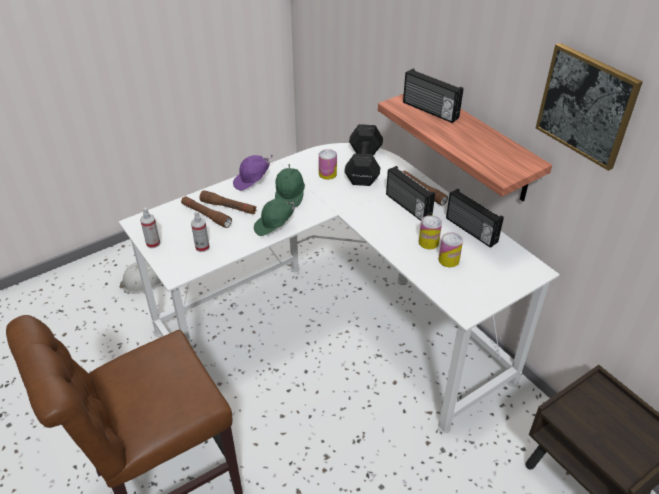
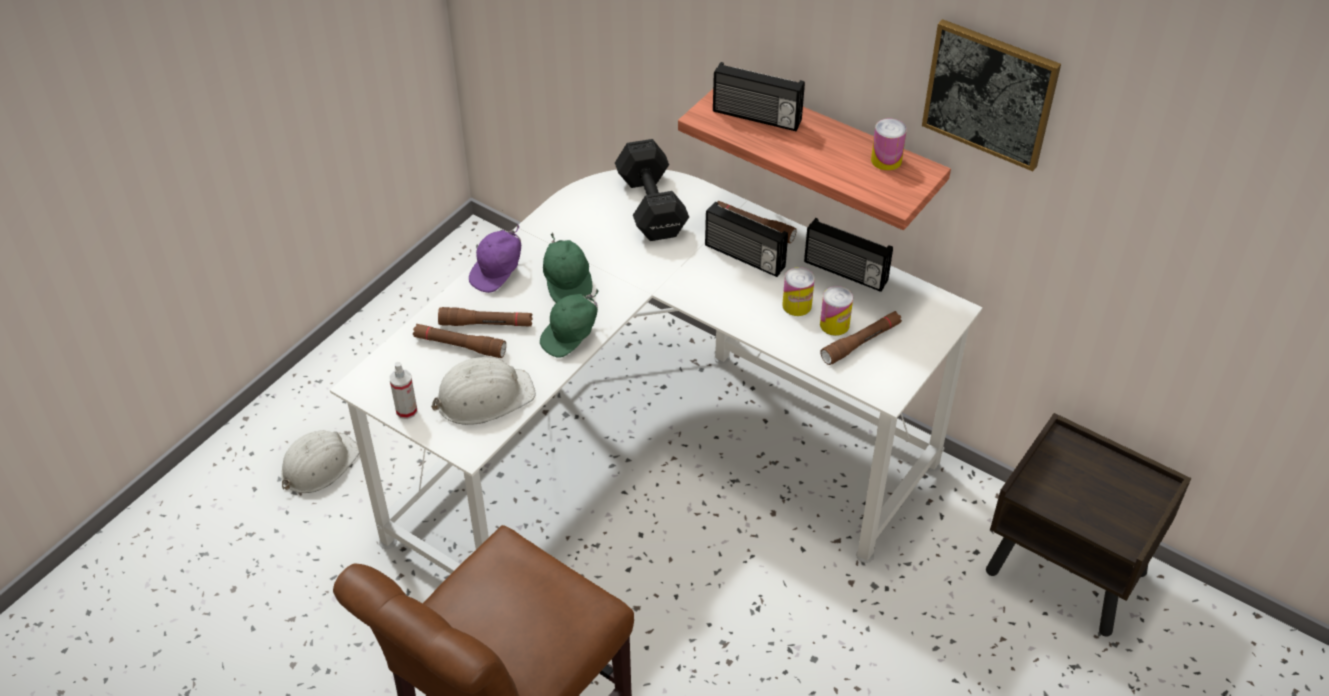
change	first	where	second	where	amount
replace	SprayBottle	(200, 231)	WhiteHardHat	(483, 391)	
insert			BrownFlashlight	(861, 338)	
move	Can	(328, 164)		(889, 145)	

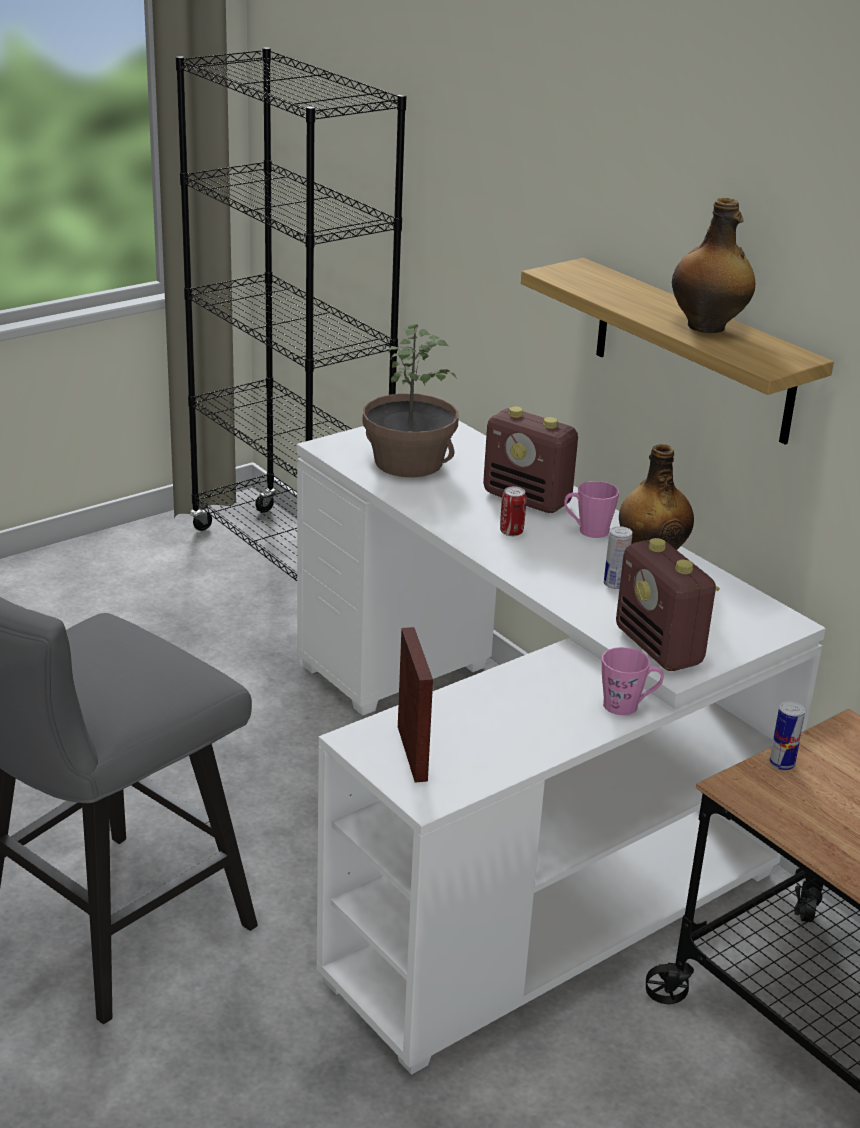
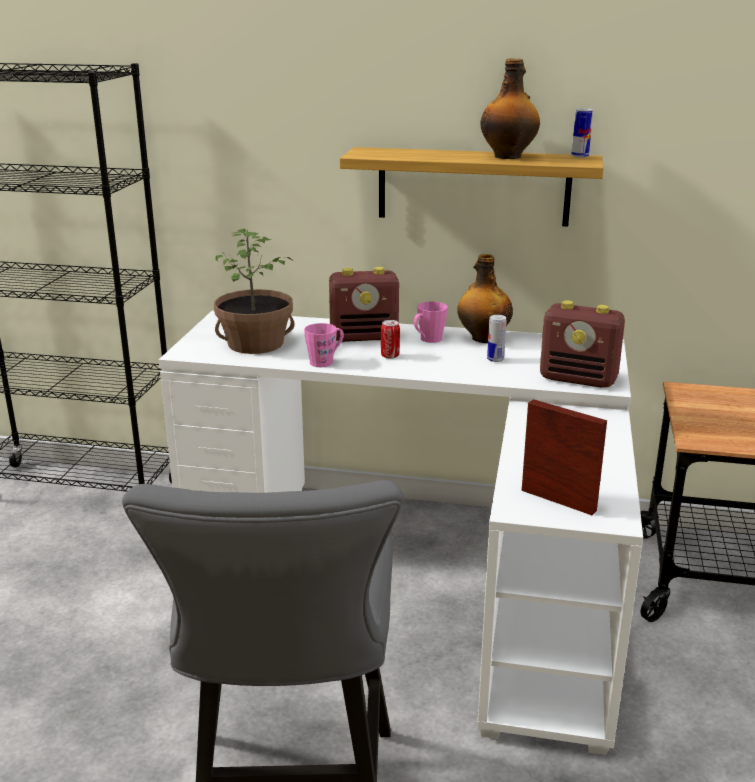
change	first	where	second	where	amount
move	PinkMug	(633, 681)		(324, 345)	
move	Can	(787, 735)		(582, 133)	

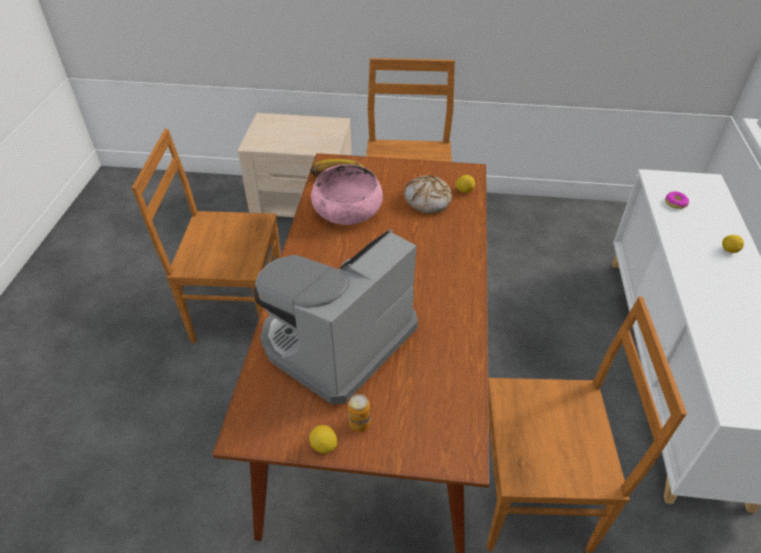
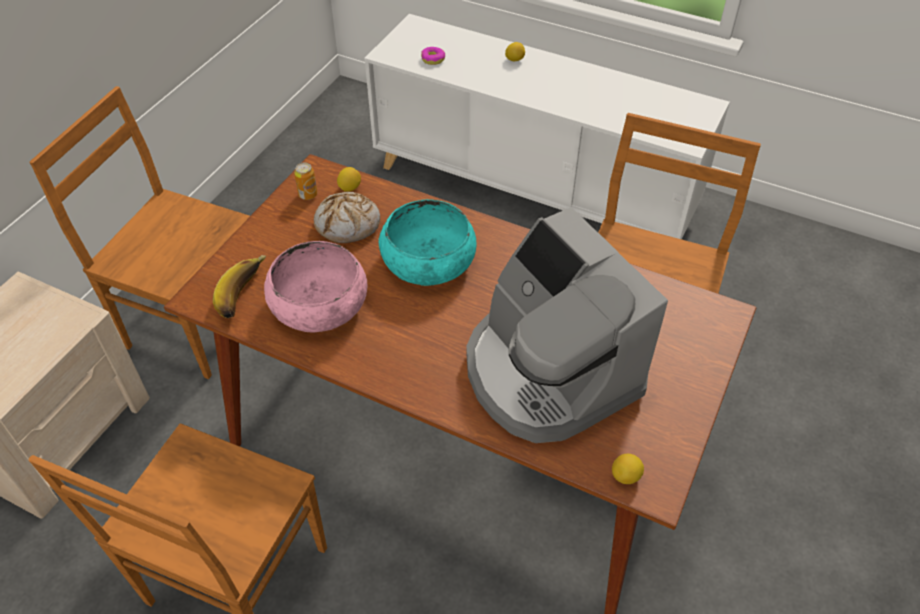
change	first	where	second	where	amount
move	Can	(359, 413)		(306, 181)	
insert			TurquoiseBowl	(427, 242)	
move	Lemon	(323, 439)		(628, 469)	

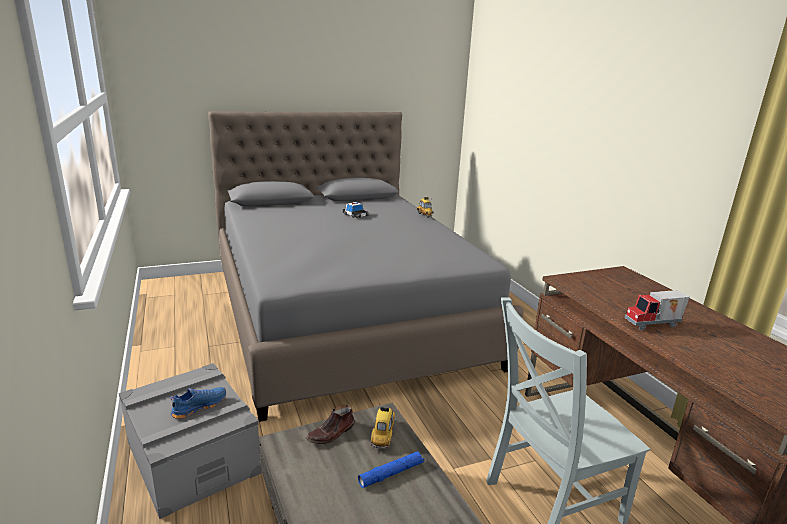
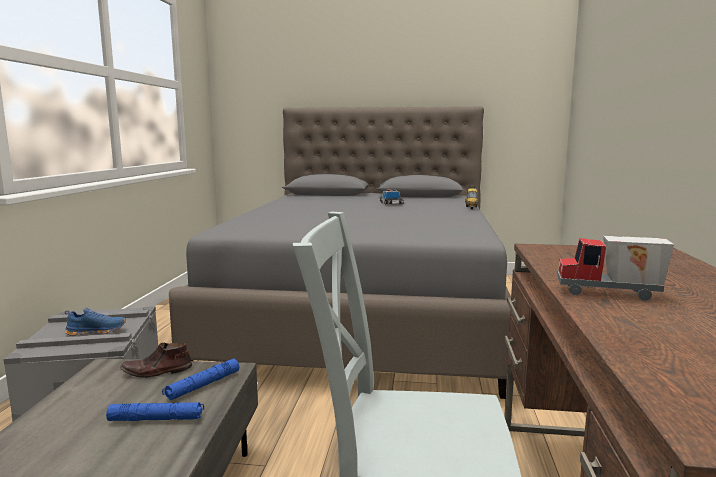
change	first	where	second	where	amount
replace	ToyCar	(383, 427)	BlueFlashlight	(200, 379)	

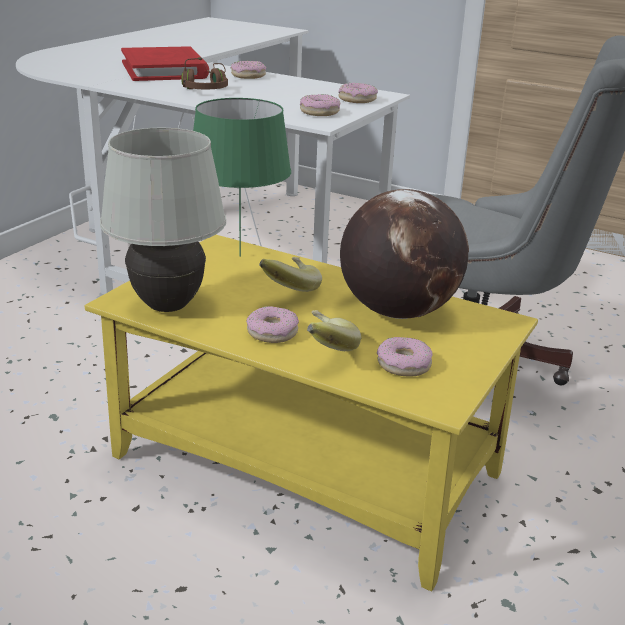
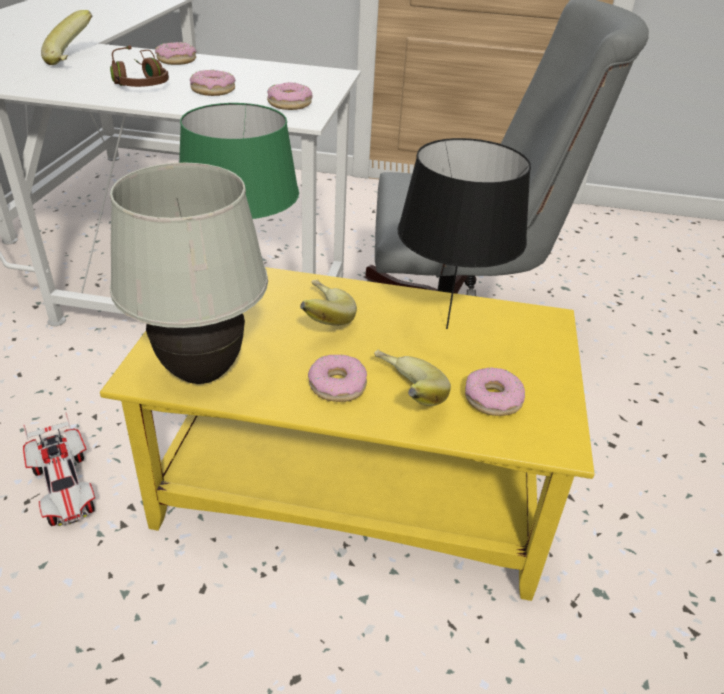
change	first	where	second	where	amount
insert			ToyCar	(59, 469)	
replace	RedBook	(165, 63)	Banana	(66, 37)	
move	Donut	(358, 93)		(213, 83)	
replace	Globe	(404, 254)	BlackTableLamp	(464, 233)	

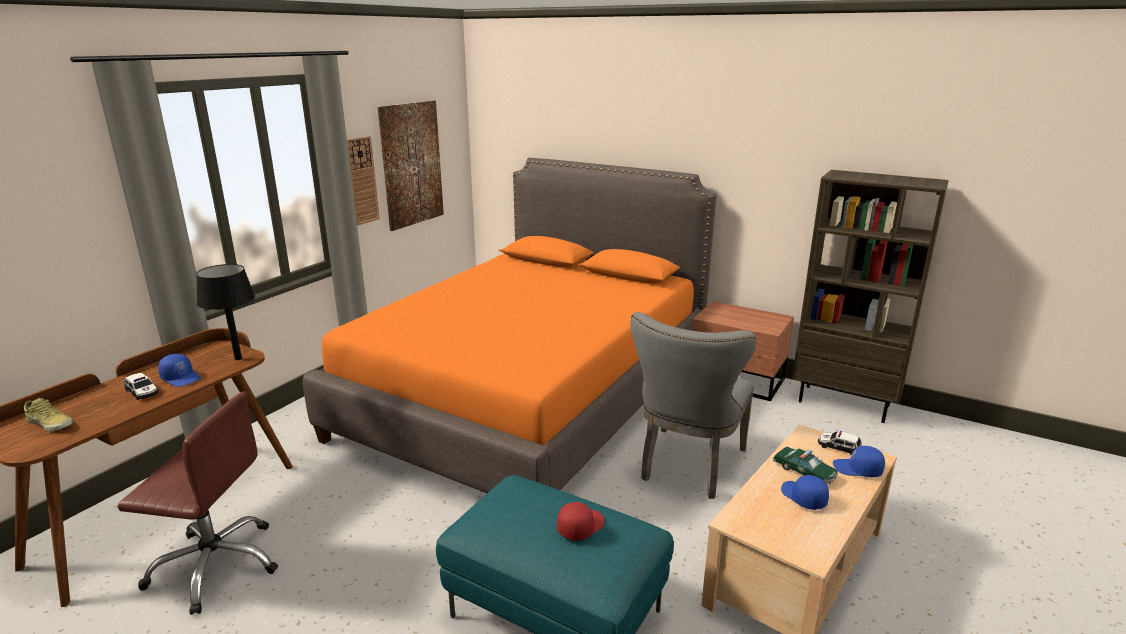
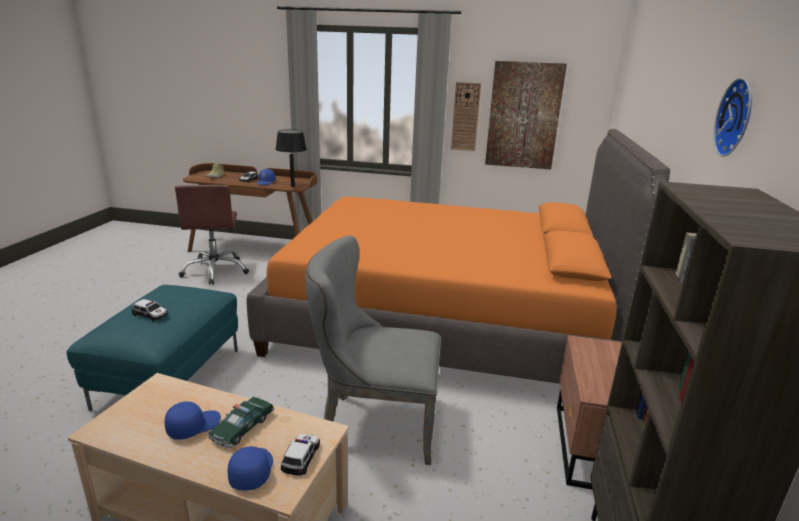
change	first	where	second	where	amount
replace	RedCap	(580, 521)	ToyCar	(150, 310)	
insert			WallClock	(732, 117)	

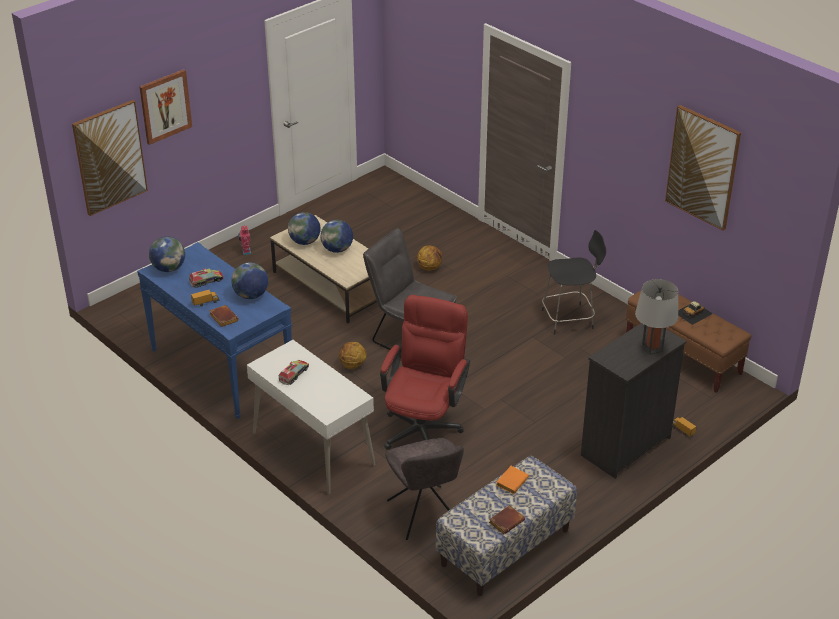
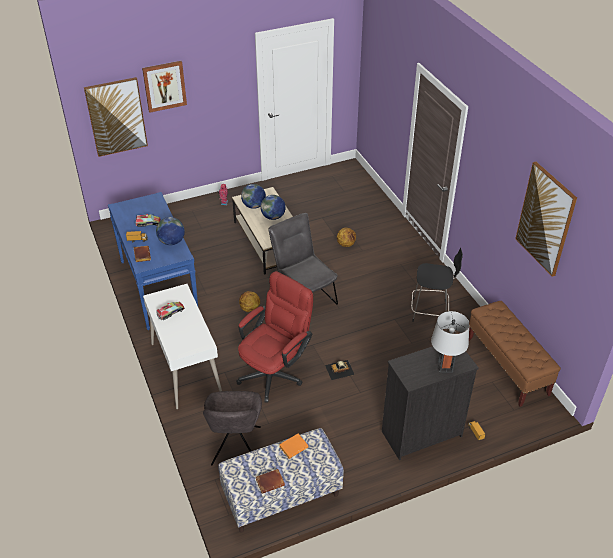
change	first	where	second	where	amount
move	ToyCar	(695, 313)		(340, 370)	
delete	Globe	(167, 254)			

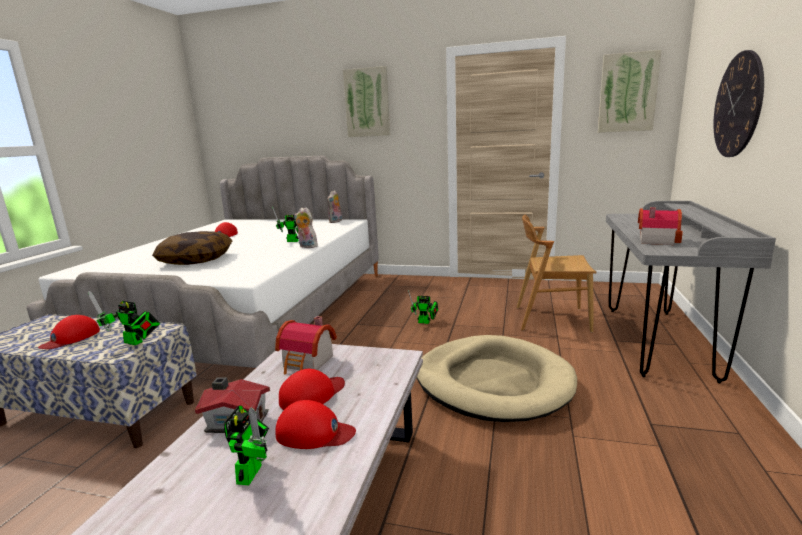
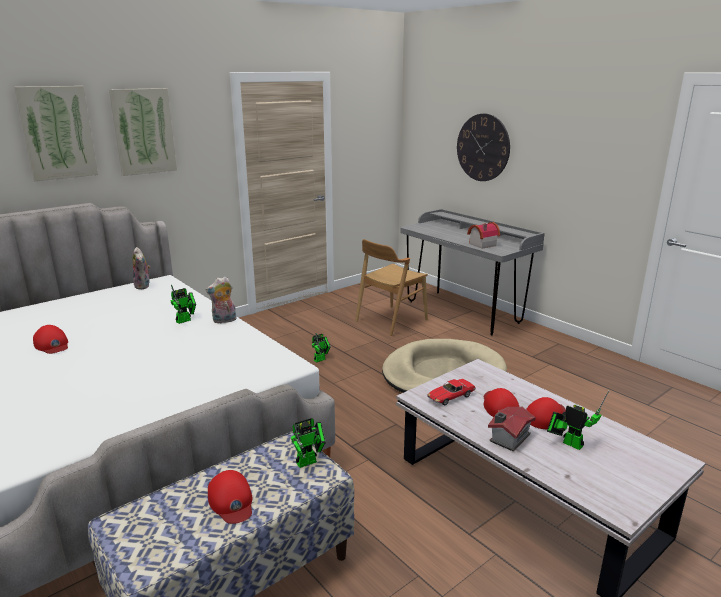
change	first	where	second	where	amount
move	Picture	(629, 91)		(56, 133)	
replace	ToyHouse	(306, 345)	ToyCar	(451, 392)	
delete	Pillow	(192, 248)			

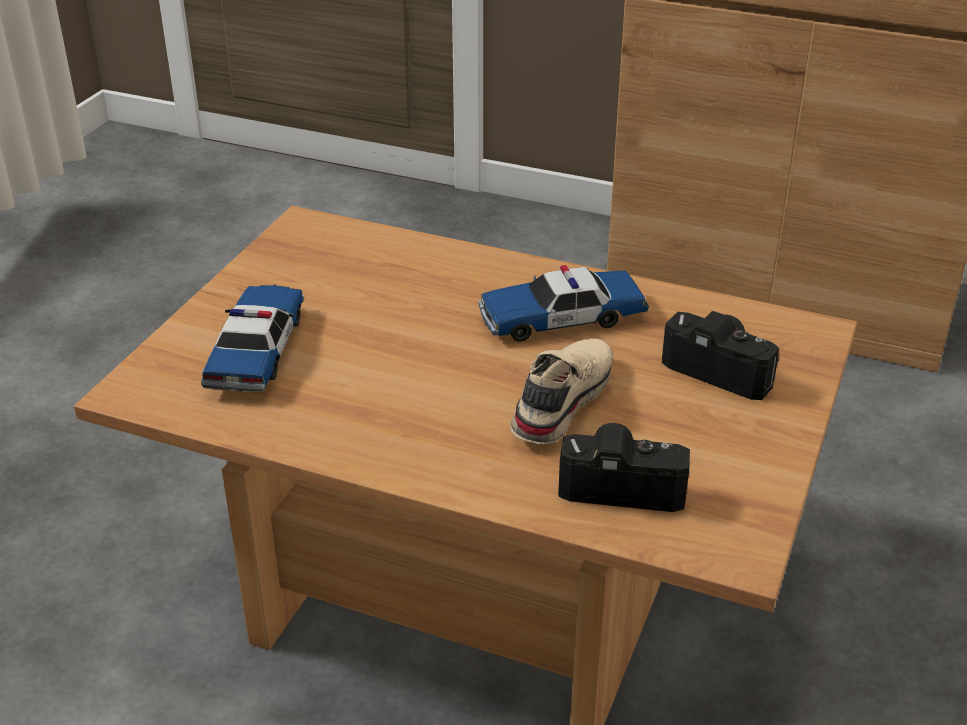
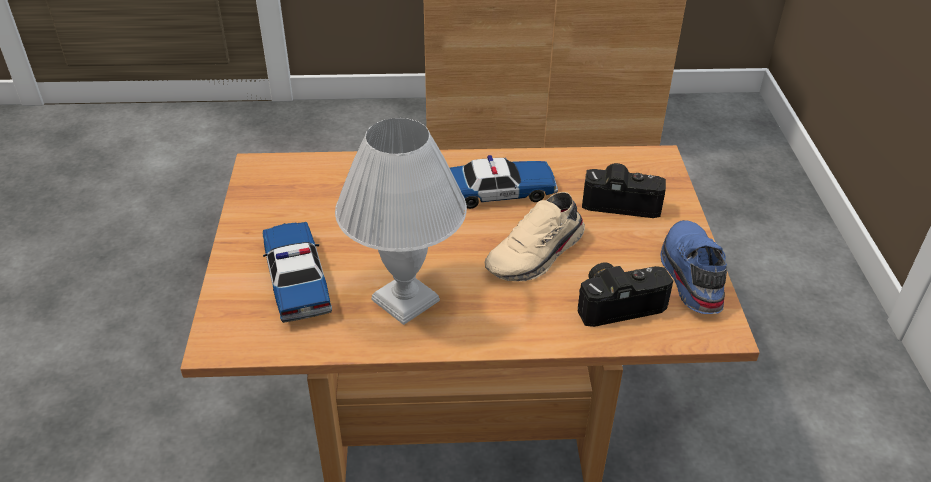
change	first	where	second	where	amount
insert			WhiteTableLamp	(401, 221)	
rotate	ToyCar	(563, 303)		(504, 182)	150 degrees counterclockwise
rotate	BeigeShoe	(561, 391)		(534, 236)	135 degrees counterclockwise
insert			BlueShoe	(693, 267)	

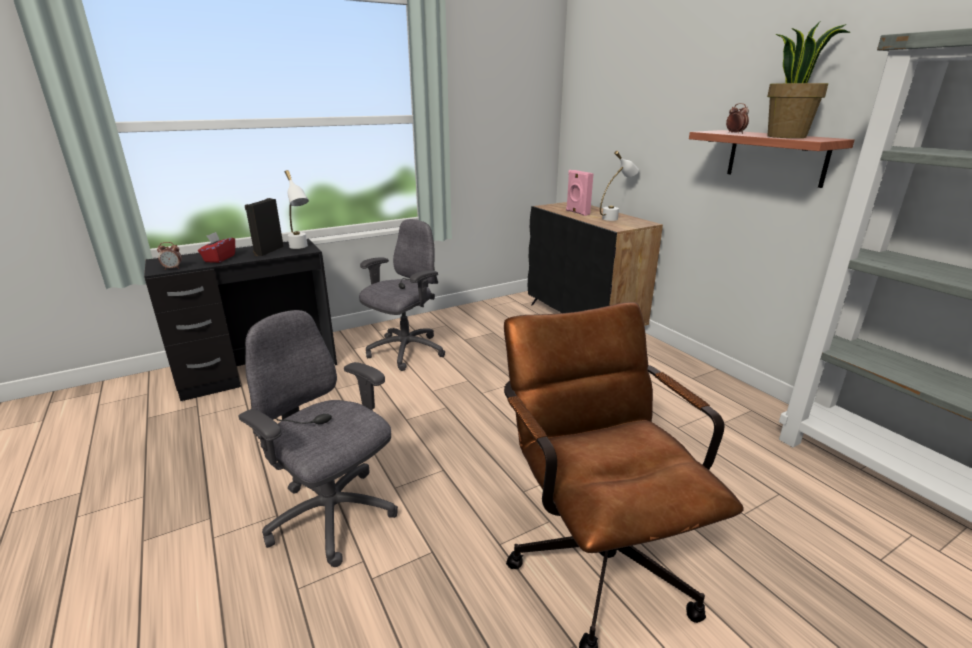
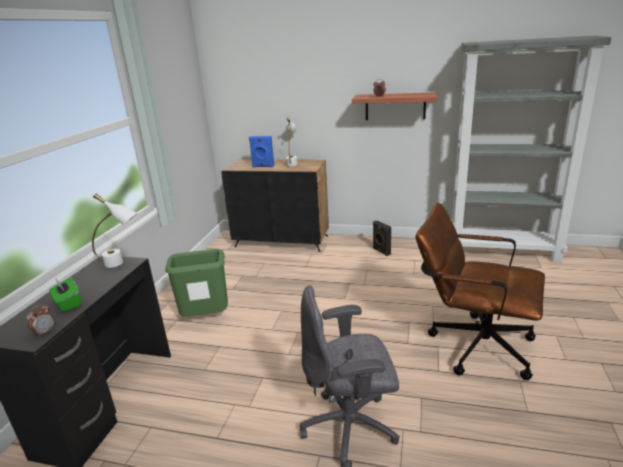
change	first	where	second	where	amount
recolor	RedTissueBox	(216, 247)	GreenTissueBox	(65, 295)	
replace	GreyOfficeChair	(402, 295)	GreenTrashCan	(196, 283)	
recolor	PinkSpeaker	(580, 193)	BlueSpeaker	(261, 151)	
move	BlackSpeaker	(264, 227)		(382, 238)	
delete	PottedPlant	(808, 80)			

